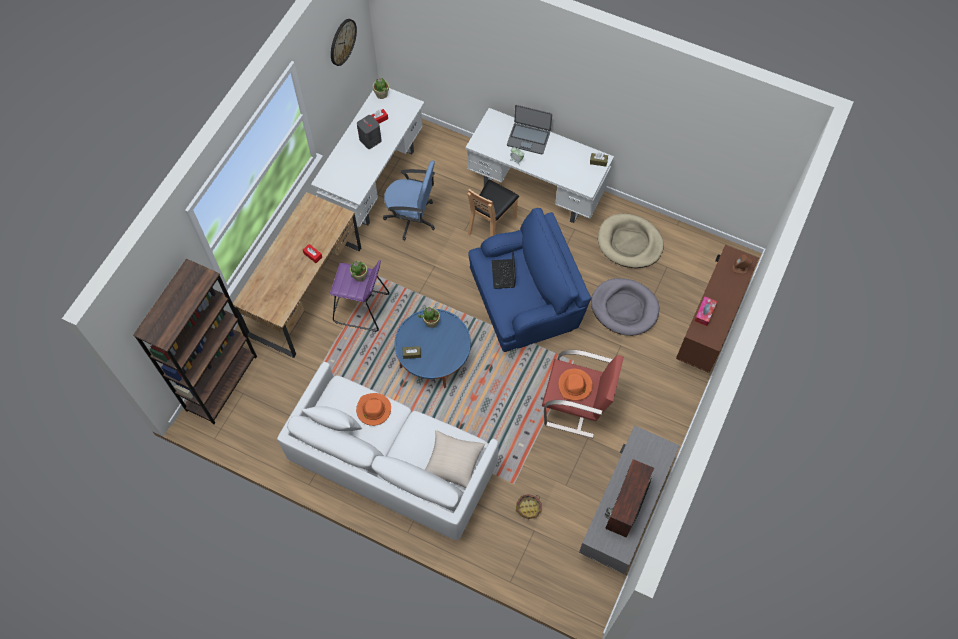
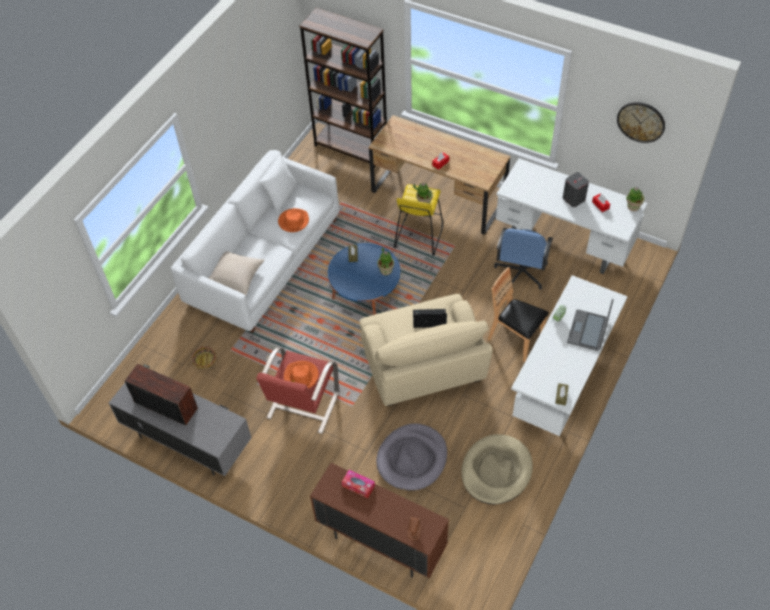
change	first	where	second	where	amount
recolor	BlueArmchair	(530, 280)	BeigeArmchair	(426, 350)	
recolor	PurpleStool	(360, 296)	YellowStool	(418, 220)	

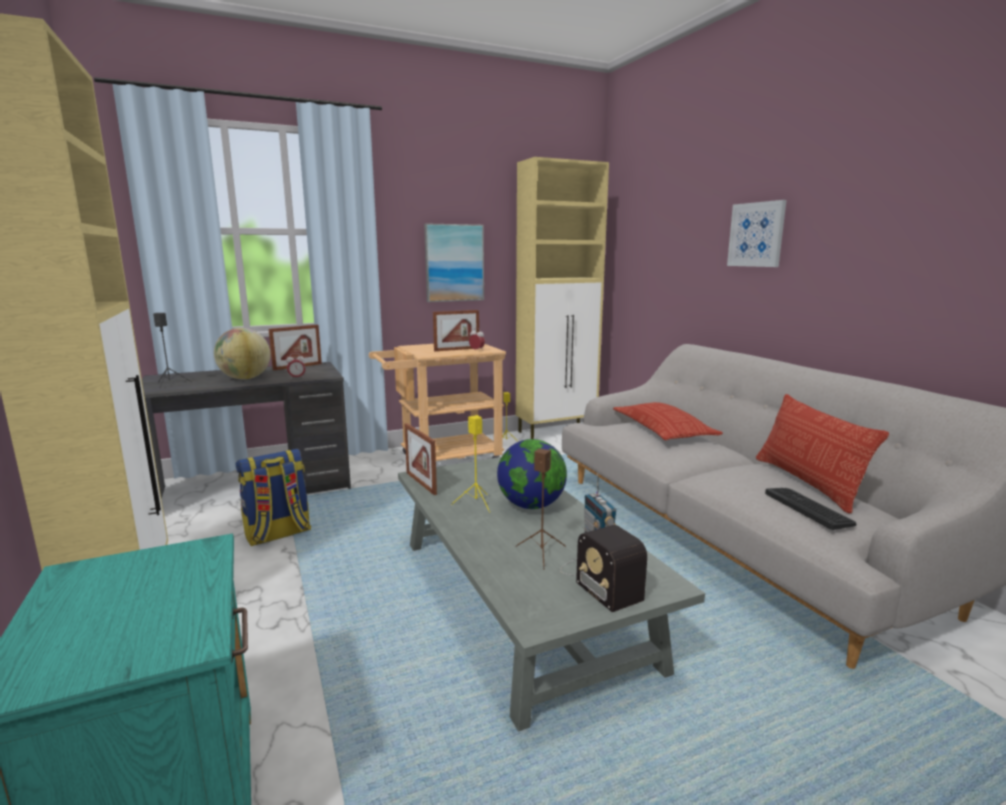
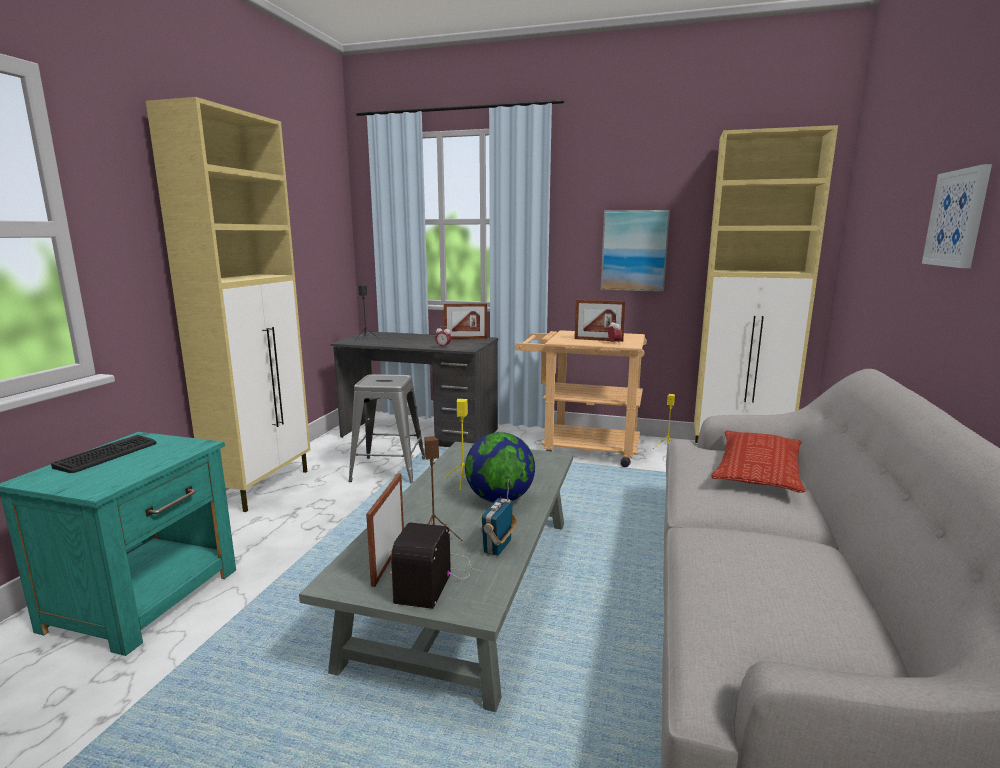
change	first	where	second	where	amount
move	Keyboard	(811, 509)		(103, 454)	
replace	Backpack	(273, 498)	GreyStool	(386, 428)	
move	PictureFrame	(420, 459)		(385, 530)	
delete	Globe	(242, 354)			
delete	Pillow	(822, 454)			

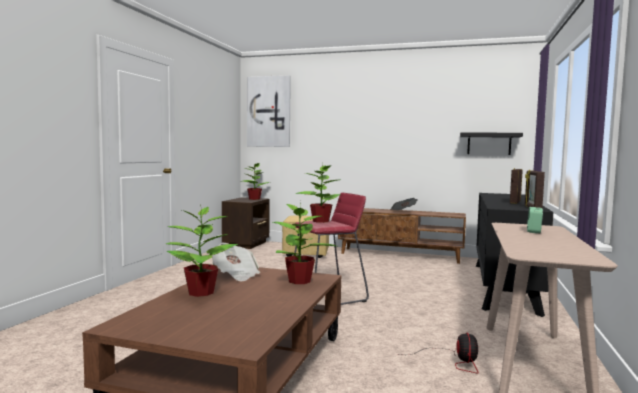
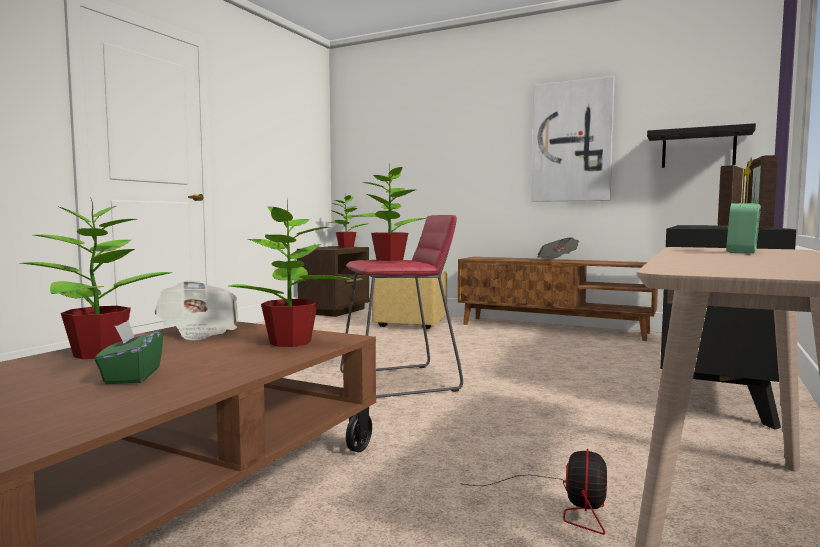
change	first	where	second	where	amount
insert			GreenTissueBox	(128, 352)	
move	Picture	(269, 111)		(573, 139)	

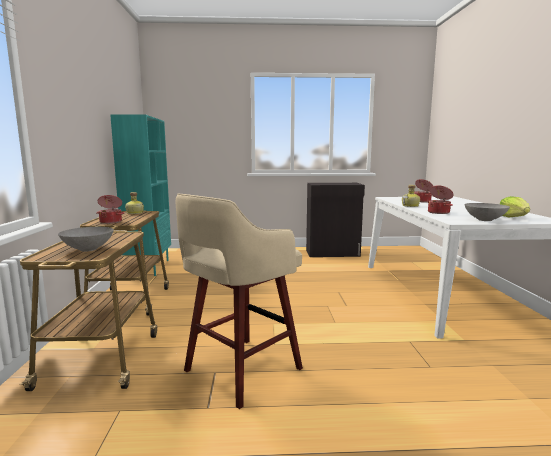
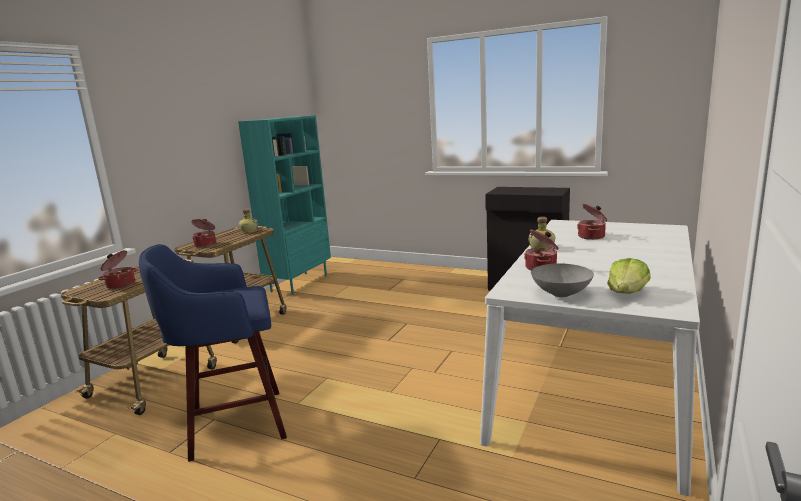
change	first	where	second	where	amount
replace	GreyBowl	(86, 239)	CookingPot	(118, 269)	
recolor	BeigeStool	(239, 301)	BlueStool	(213, 353)	

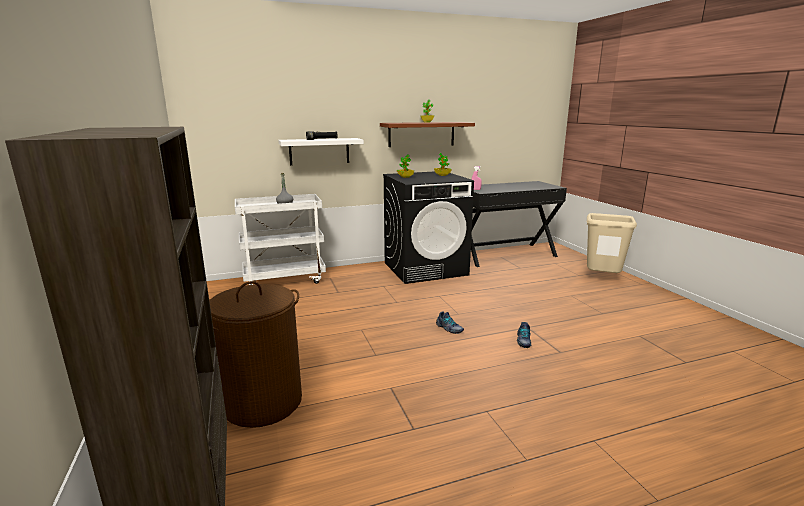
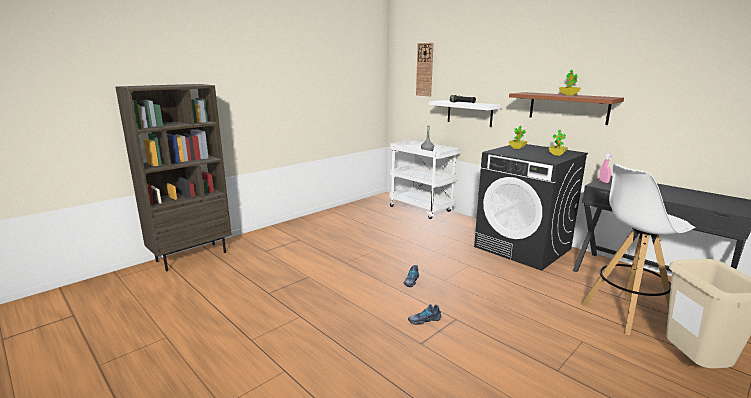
change	first	where	second	where	amount
insert			WallClock	(425, 69)	
insert			WhiteStool	(638, 249)	
delete	BrownLaundryBasket	(255, 354)			

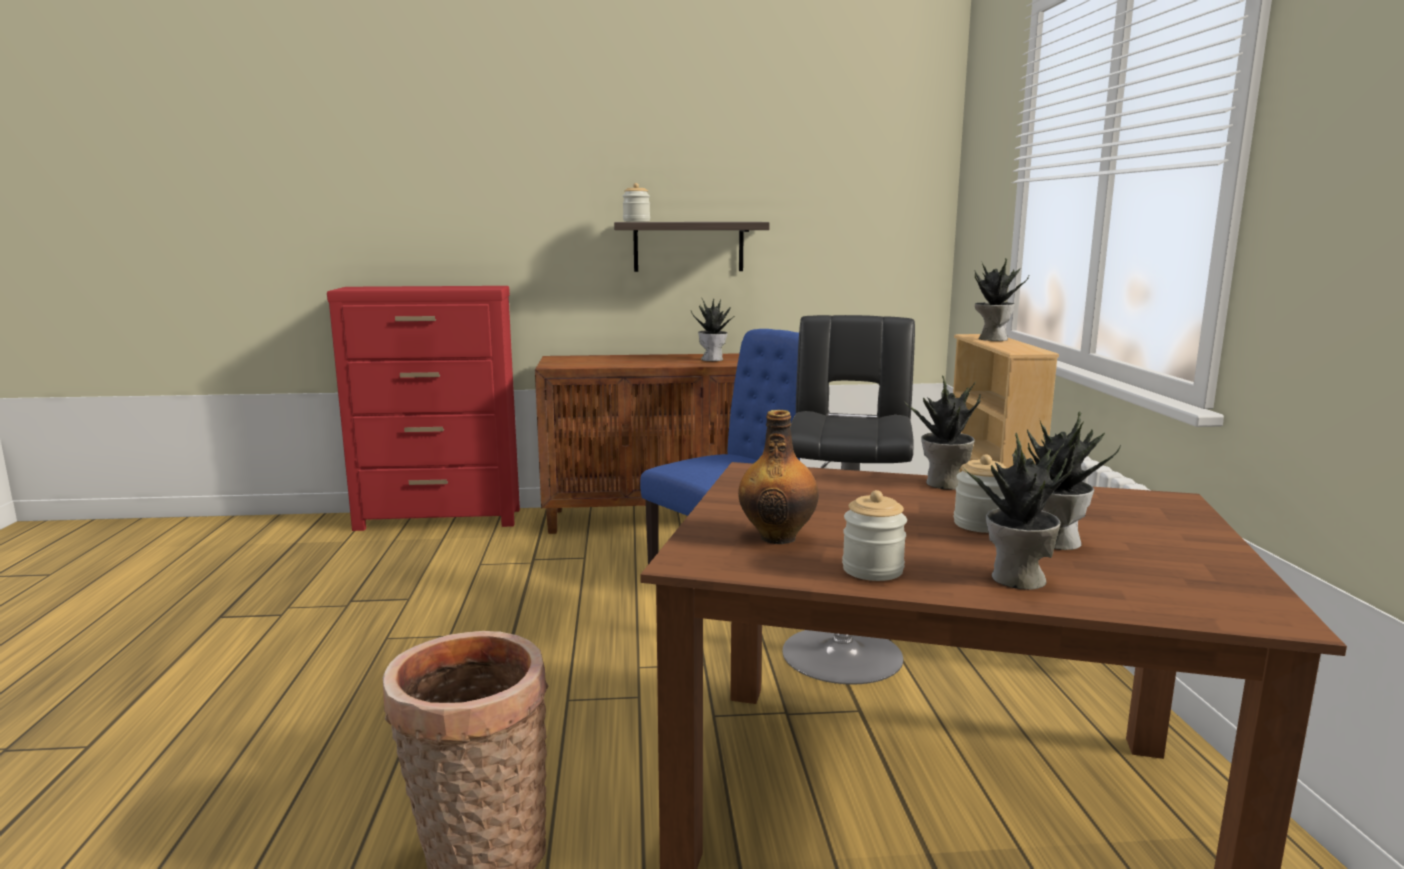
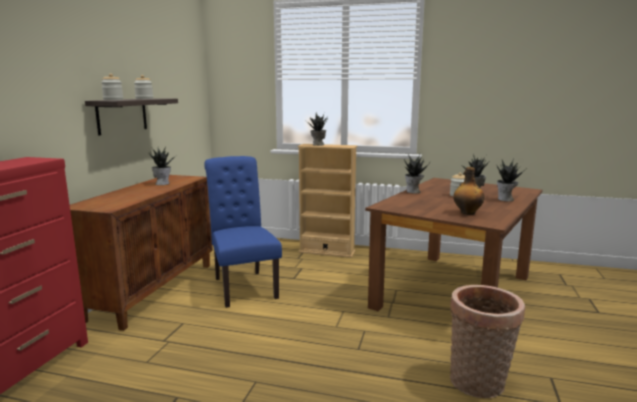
change	first	where	second	where	amount
move	Jar	(874, 535)		(143, 87)	
delete	BlackStool	(848, 499)			

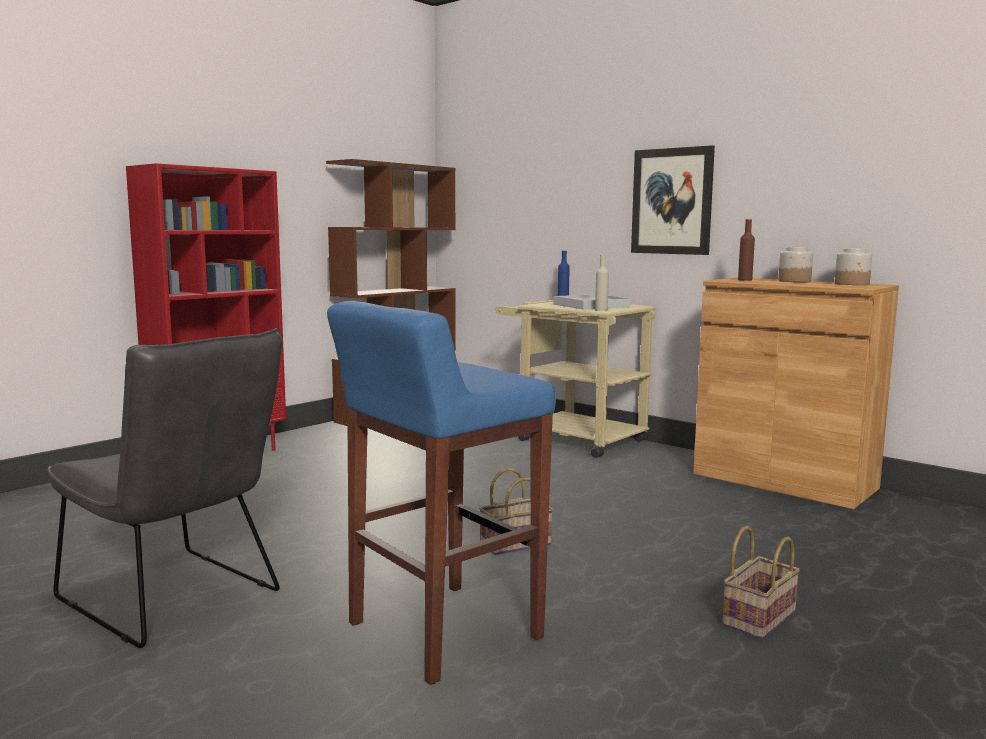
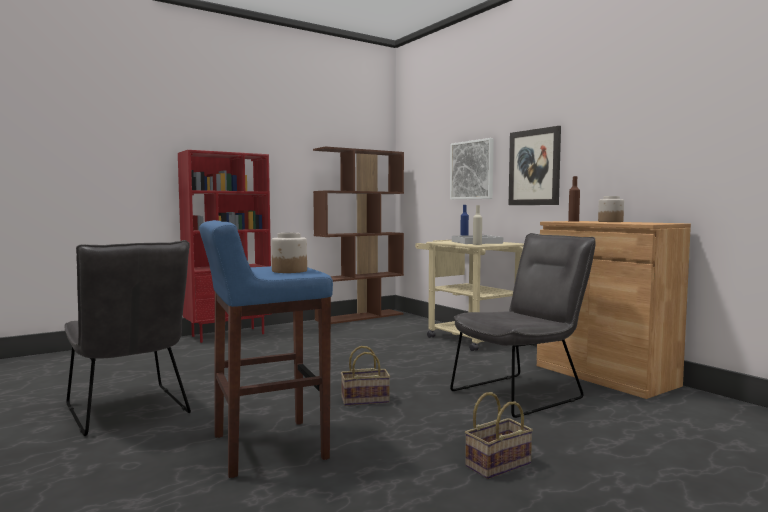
change	first	where	second	where	amount
move	Jar	(853, 266)		(289, 253)	
insert			Picture	(472, 169)	
insert			GreyChair	(523, 325)	

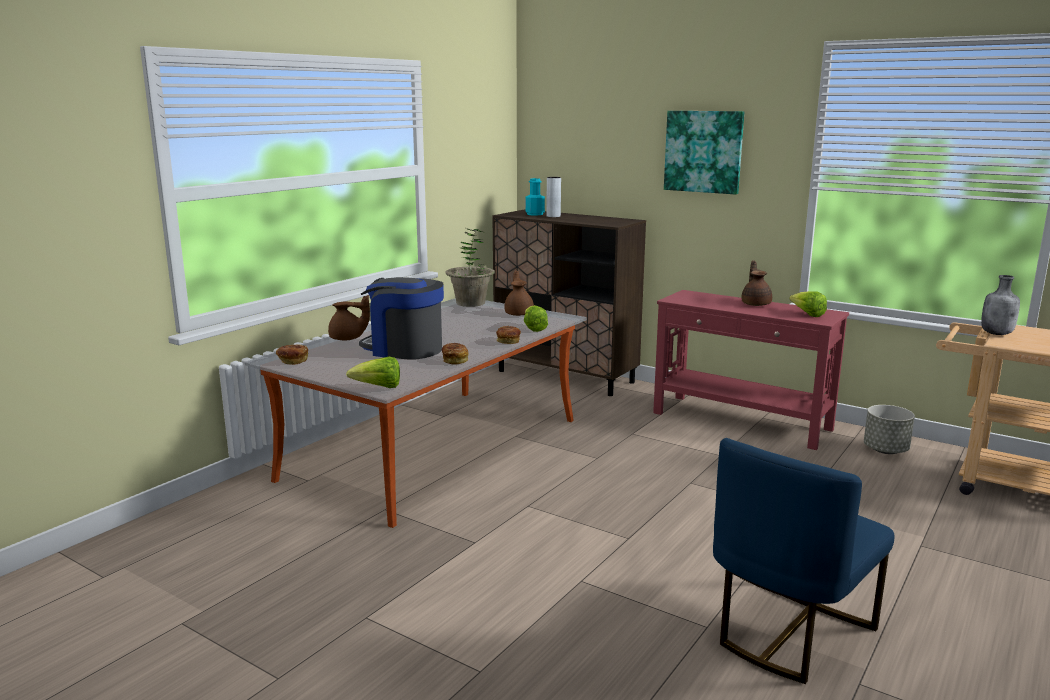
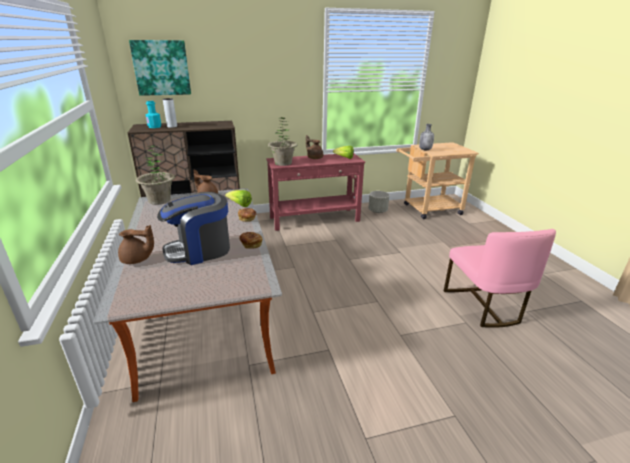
change	first	where	second	where	amount
rotate	BrownTeapot	(349, 317)		(136, 244)	45 degrees clockwise
move	Picture	(704, 153)		(160, 68)	
insert			PottedPlant	(283, 142)	
recolor	BlueChair	(803, 561)	PinkChair	(500, 278)	
delete	Bread	(292, 354)			
delete	Lettuce	(373, 372)			

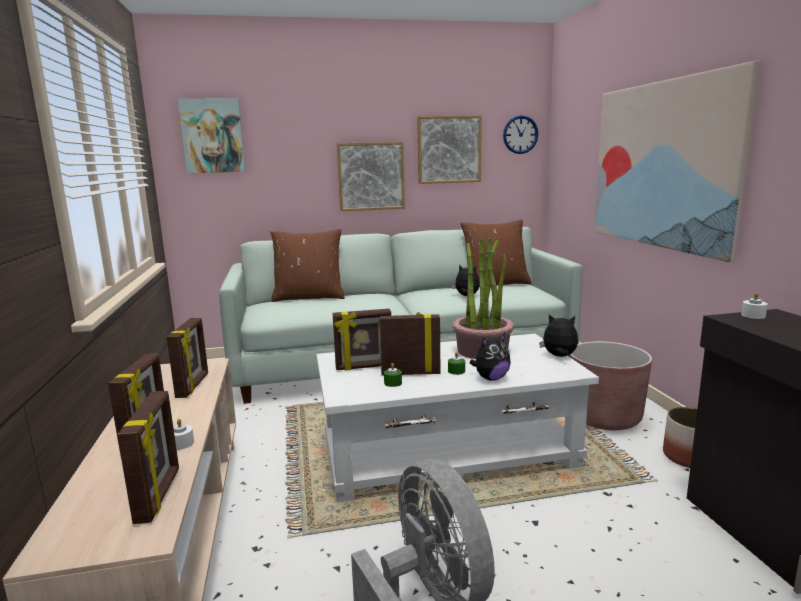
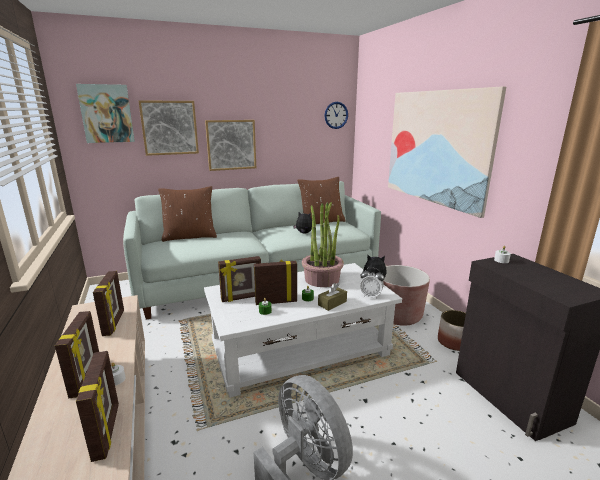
change	first	where	second	where	amount
move	Picture	(449, 149)		(169, 128)	
replace	PlushToy	(490, 357)	BrownTissueBox	(332, 297)	
insert			AlarmClock	(372, 283)	

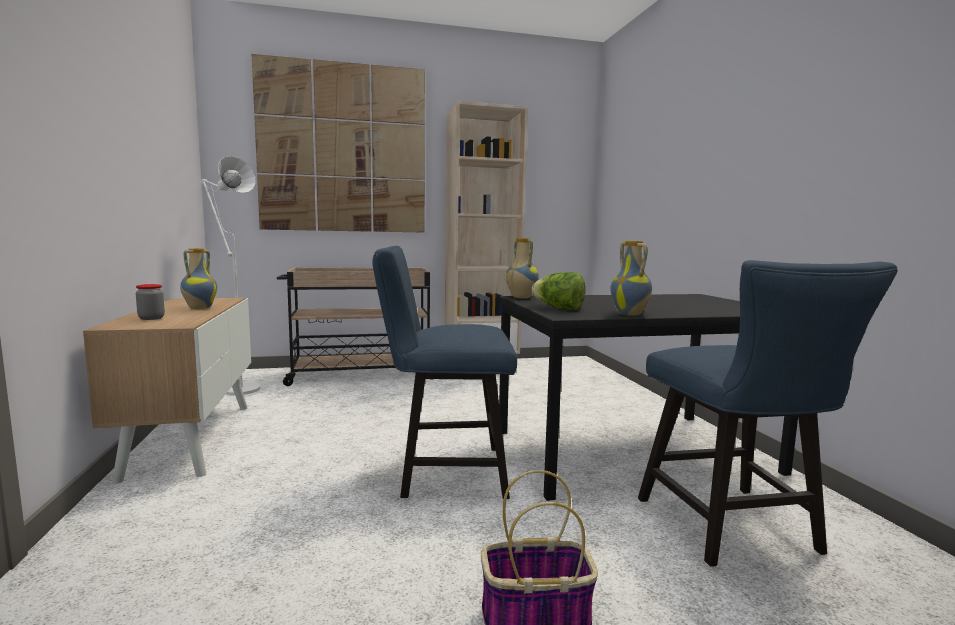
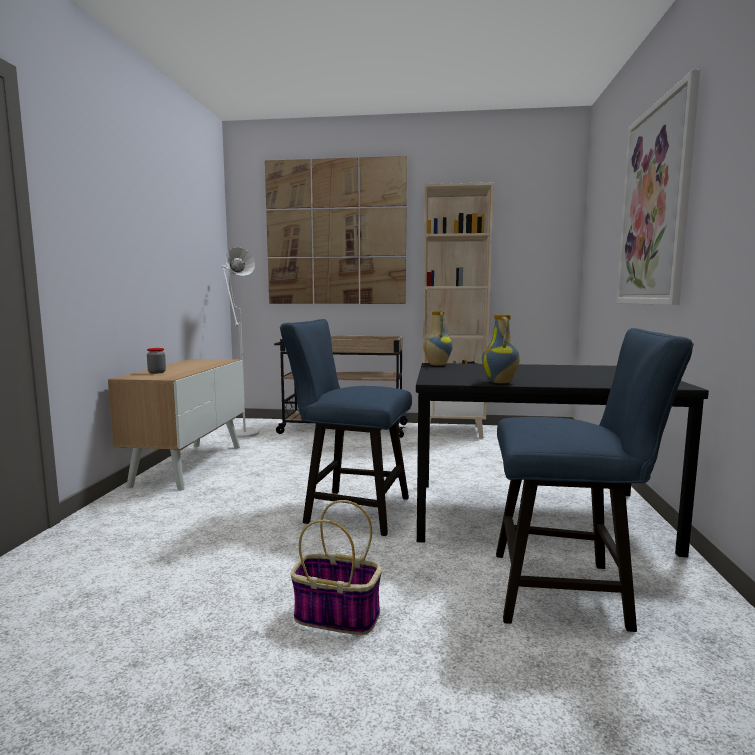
change	first	where	second	where	amount
rotate	BlueChair	(768, 413)		(595, 480)	90 degrees counterclockwise
insert			Picture	(658, 187)	
delete	Vase	(198, 278)			
delete	Lettuce	(559, 291)			

